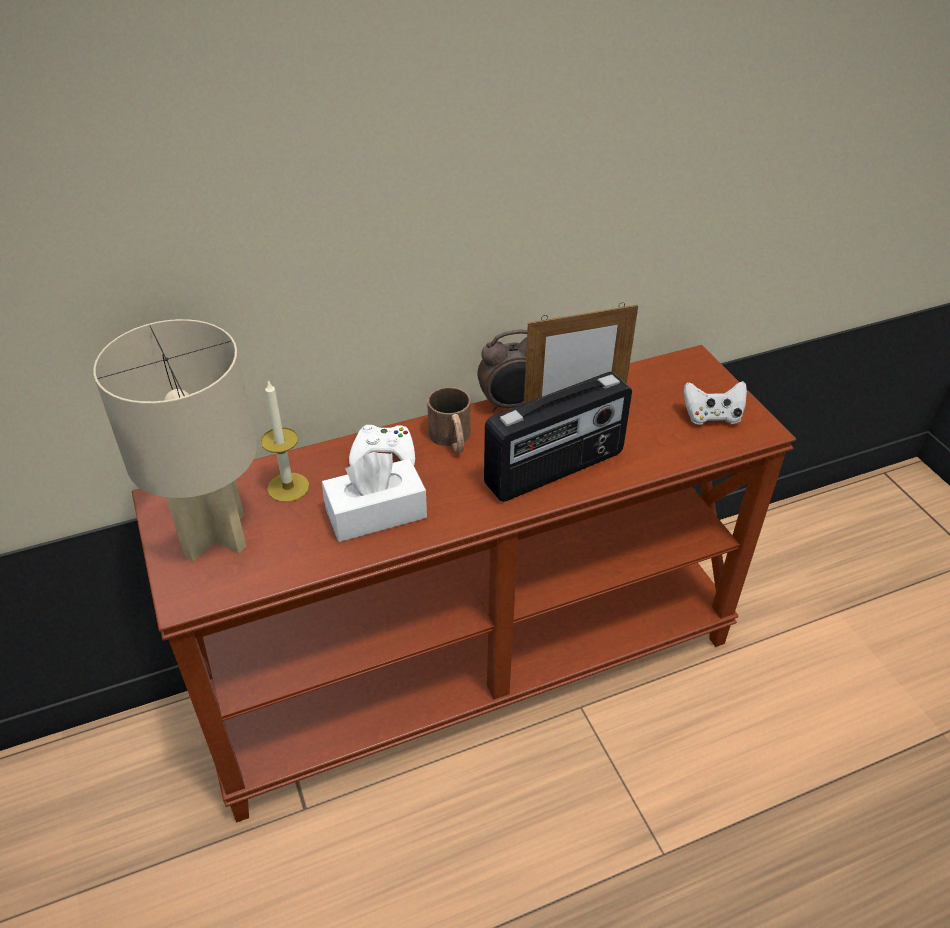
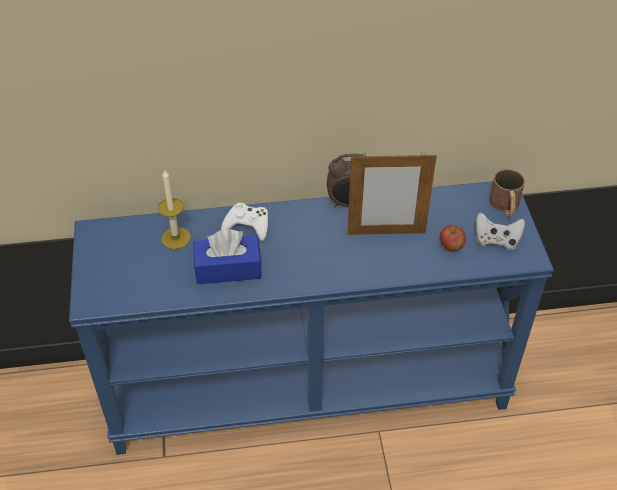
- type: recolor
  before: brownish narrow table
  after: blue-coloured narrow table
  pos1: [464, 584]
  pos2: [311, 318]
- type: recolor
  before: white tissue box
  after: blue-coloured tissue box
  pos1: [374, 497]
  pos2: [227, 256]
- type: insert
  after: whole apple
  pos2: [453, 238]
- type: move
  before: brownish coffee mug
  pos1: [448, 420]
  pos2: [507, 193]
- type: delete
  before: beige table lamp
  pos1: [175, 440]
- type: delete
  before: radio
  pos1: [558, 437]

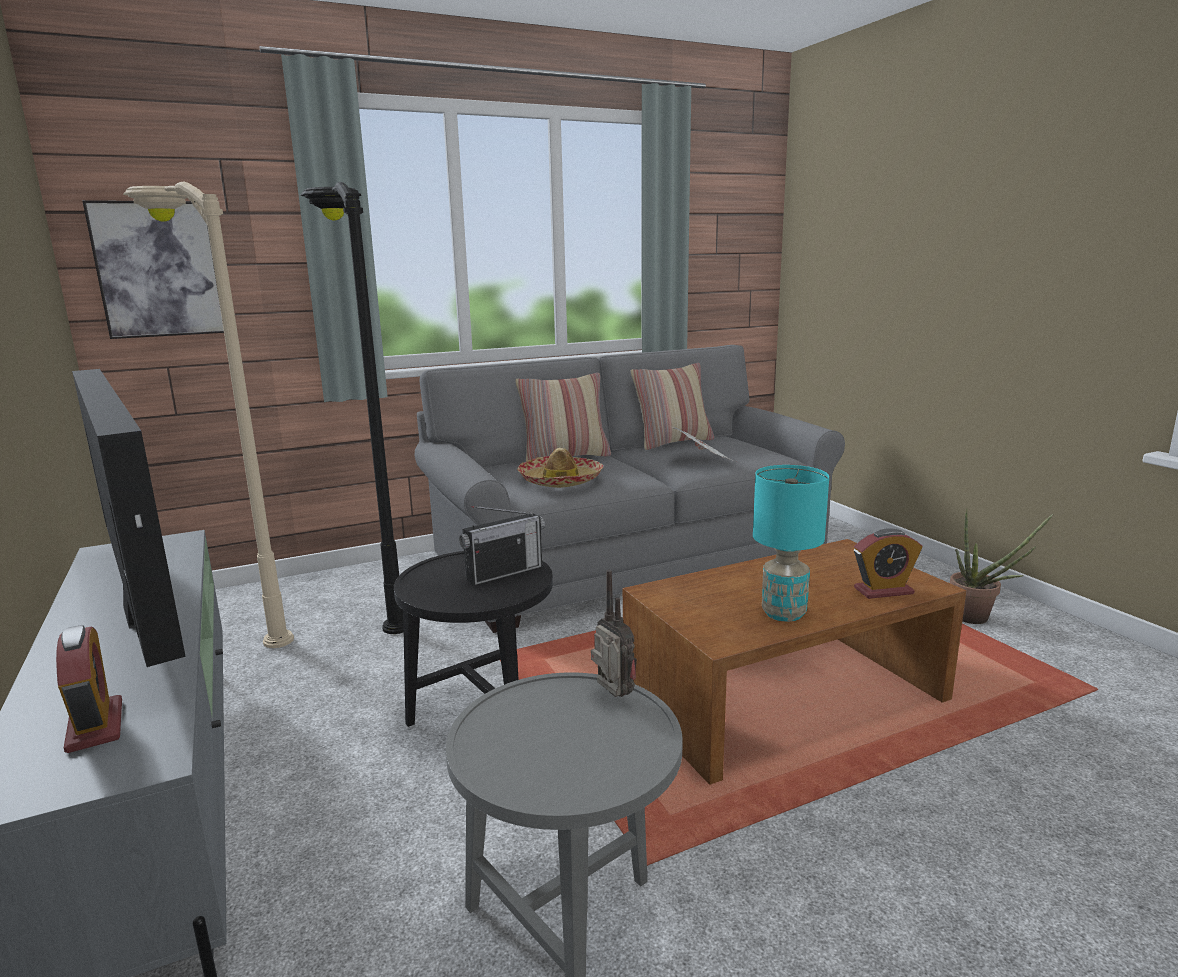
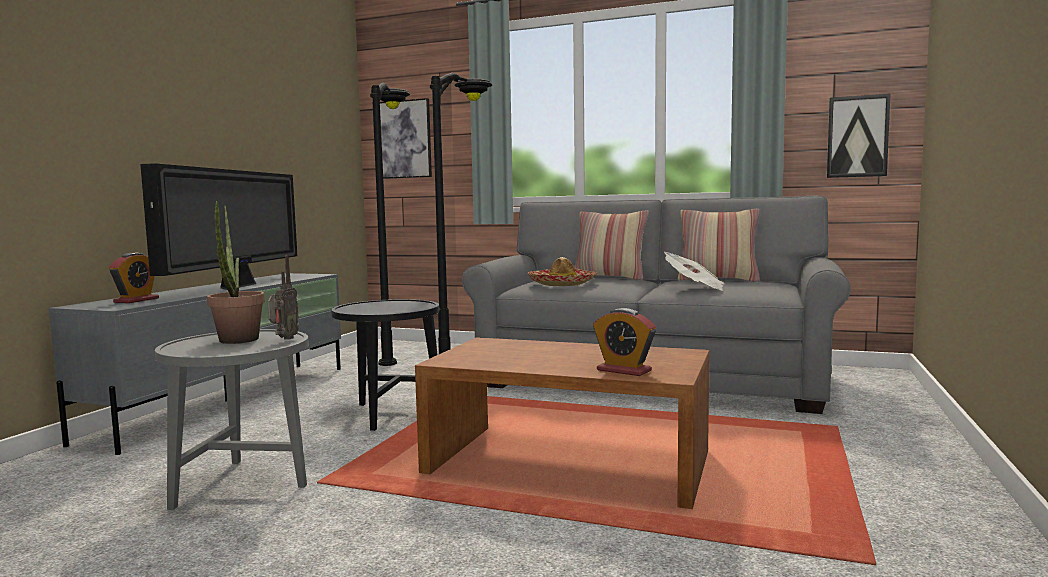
- type: move
  before: houseplant
  pos1: [1001, 566]
  pos2: [236, 272]
- type: recolor
  before: beige floor lamp
  after: black floor lamp
  pos1: [208, 414]
  pos2: [390, 224]
- type: insert
  after: picture
  pos2: [859, 136]
- type: delete
  before: radio
  pos1: [502, 546]
- type: delete
  before: turquoise table lamp
  pos1: [791, 543]

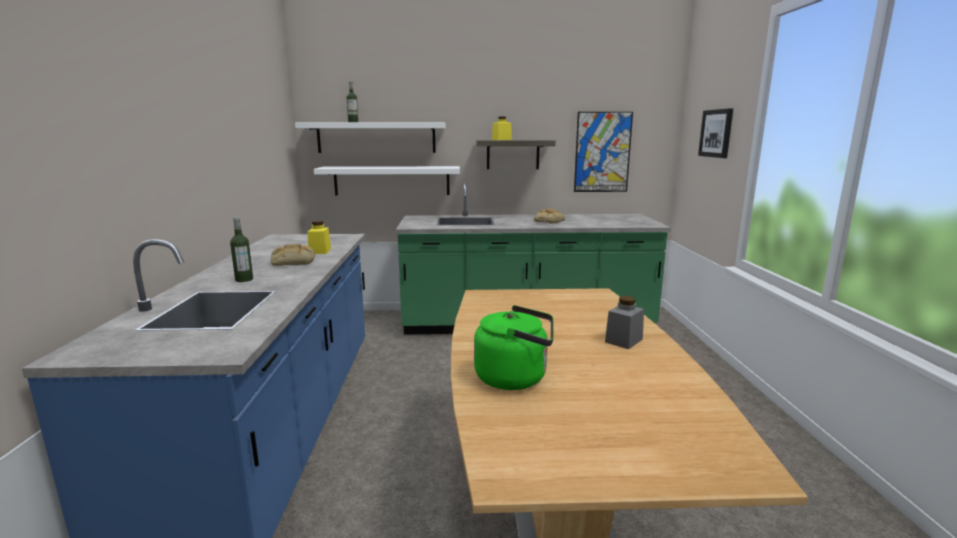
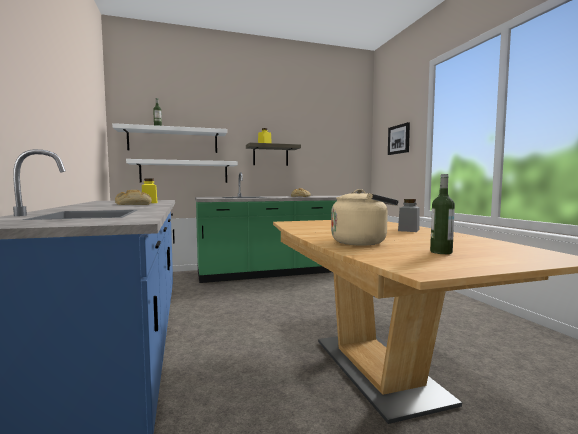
- type: recolor
  before: green water kettle
  after: beige water kettle
  pos1: [514, 347]
  pos2: [364, 217]
- type: move
  before: bottle
  pos1: [241, 249]
  pos2: [442, 214]
- type: delete
  before: picture
  pos1: [603, 152]

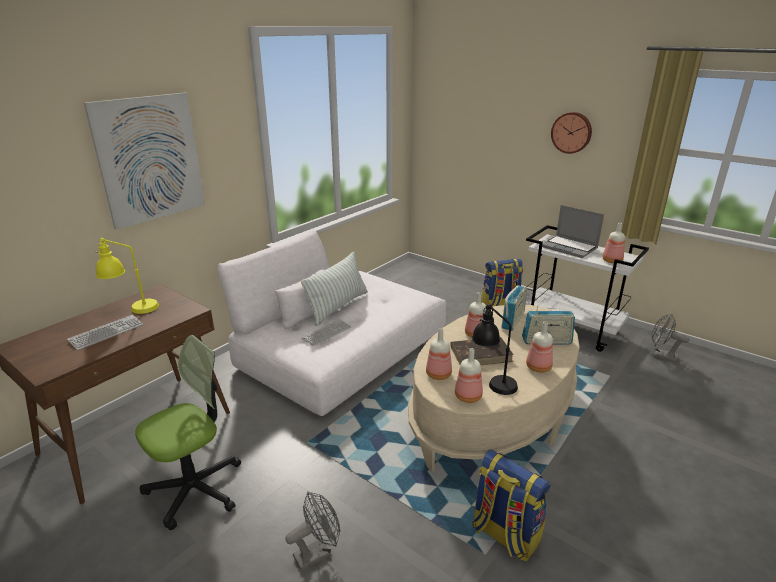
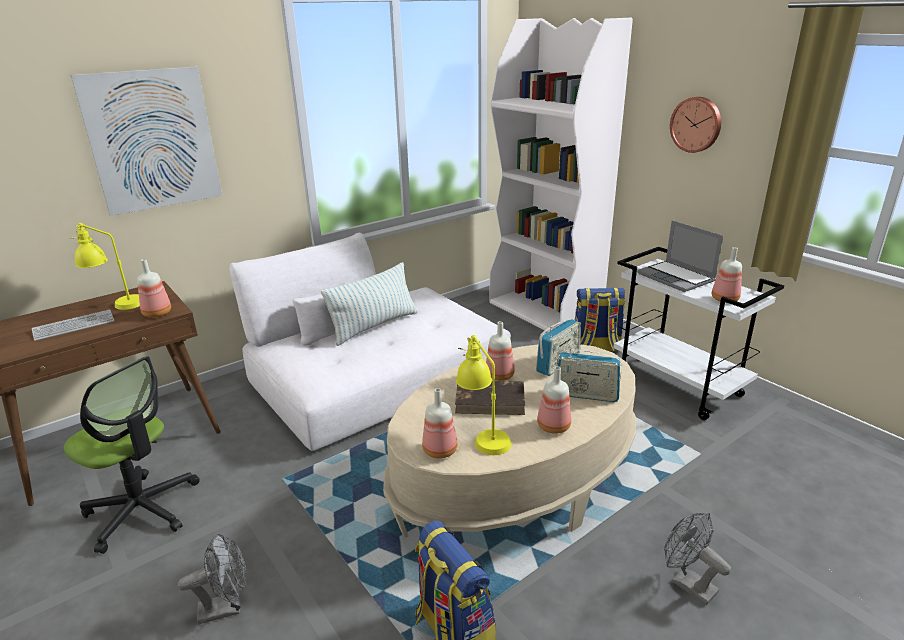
- type: rotate
  before: computer chair
  pos1: [188, 432]
  pos2: [132, 455]
  turn: 60
- type: move
  before: bottle
  pos1: [439, 354]
  pos2: [154, 288]
- type: recolor
  before: black table lamp
  after: yellow-coloured table lamp
  pos1: [495, 349]
  pos2: [483, 395]
- type: insert
  after: white bookcase
  pos2: [561, 175]
- type: move
  before: greyish electric fan
  pos1: [670, 338]
  pos2: [697, 558]
- type: delete
  before: keyboard
  pos1: [326, 332]

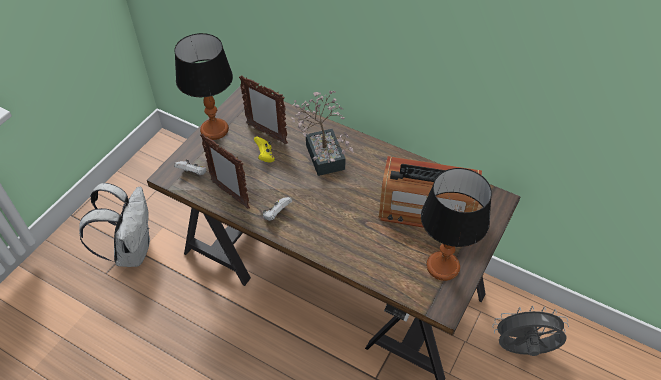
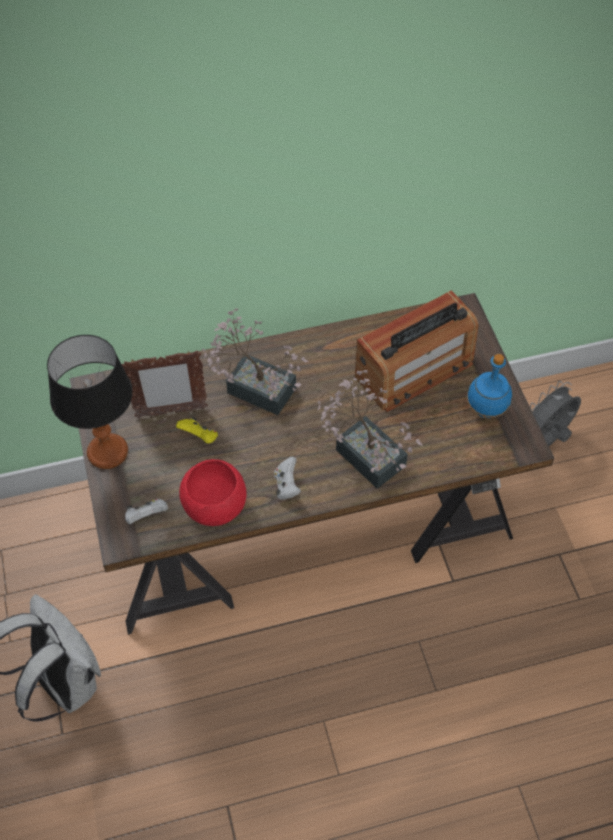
- type: replace
  before: photo frame
  after: red-coloured serving bowl
  pos1: [225, 171]
  pos2: [213, 492]
- type: insert
  after: houseplant
  pos2: [370, 429]
- type: replace
  before: table lamp
  after: blue-coloured bottle
  pos1: [456, 224]
  pos2: [489, 386]

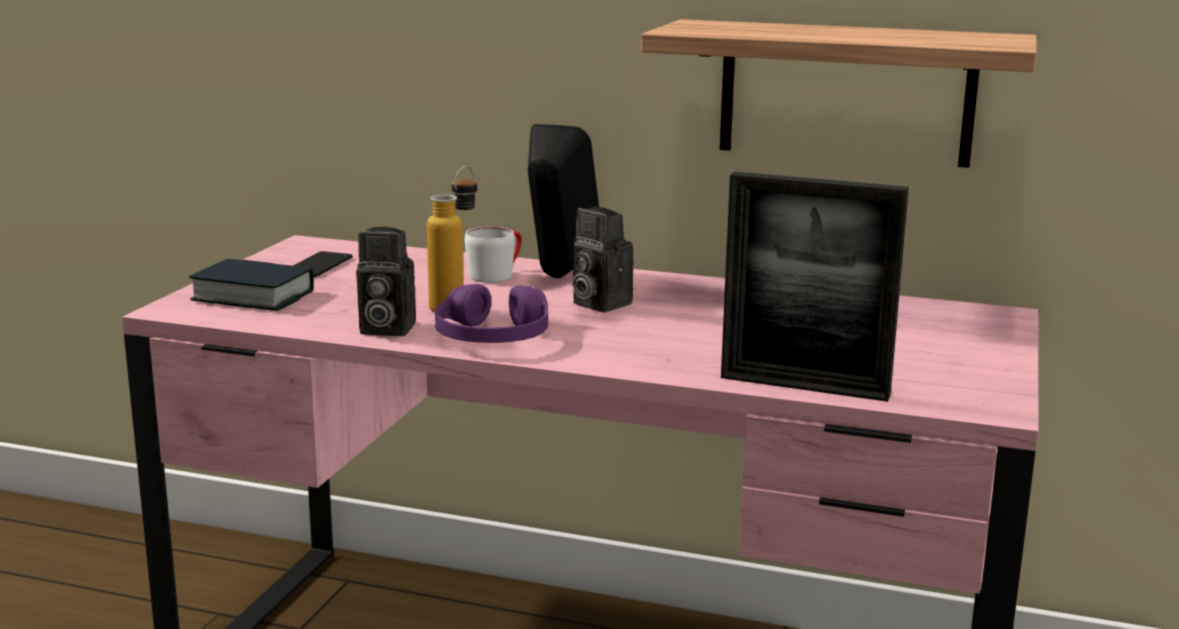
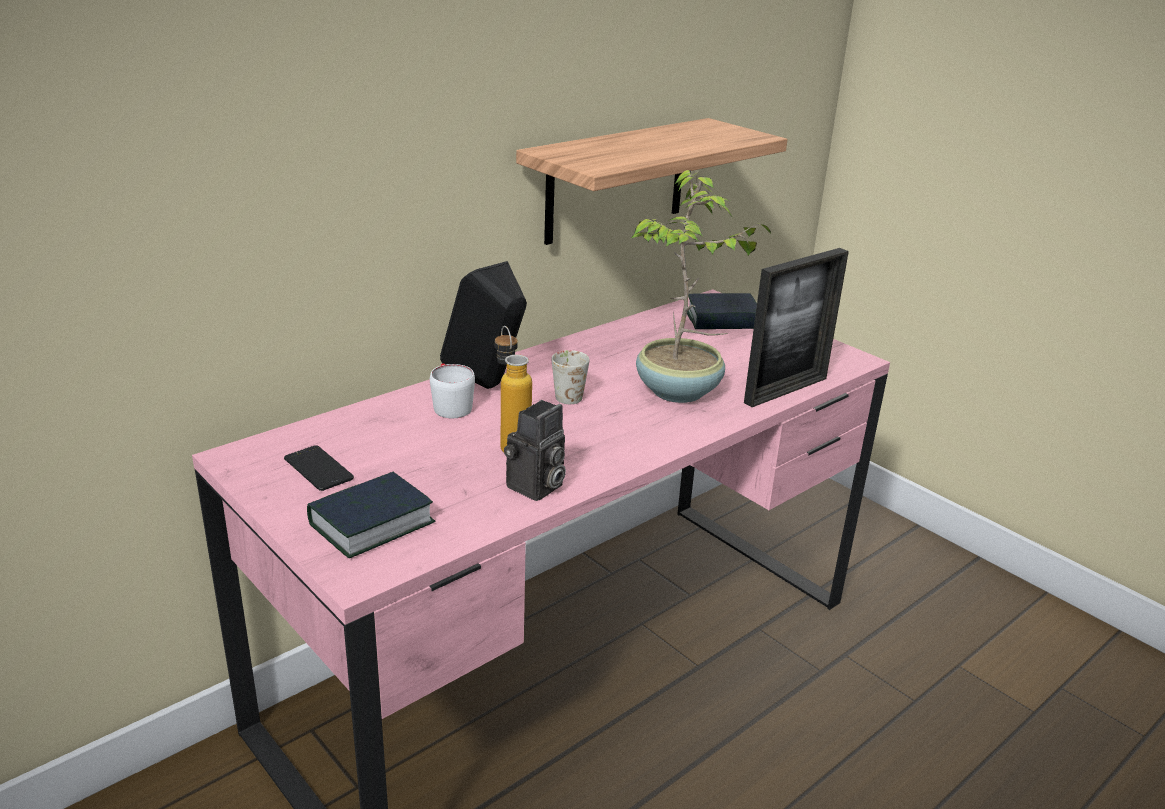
- type: replace
  before: photo camera
  after: white coffee mug
  pos1: [603, 259]
  pos2: [570, 377]
- type: insert
  after: houseplant
  pos2: [701, 286]
- type: insert
  after: book
  pos2: [722, 311]
- type: delete
  before: purple-coloured headphones
  pos1: [491, 313]

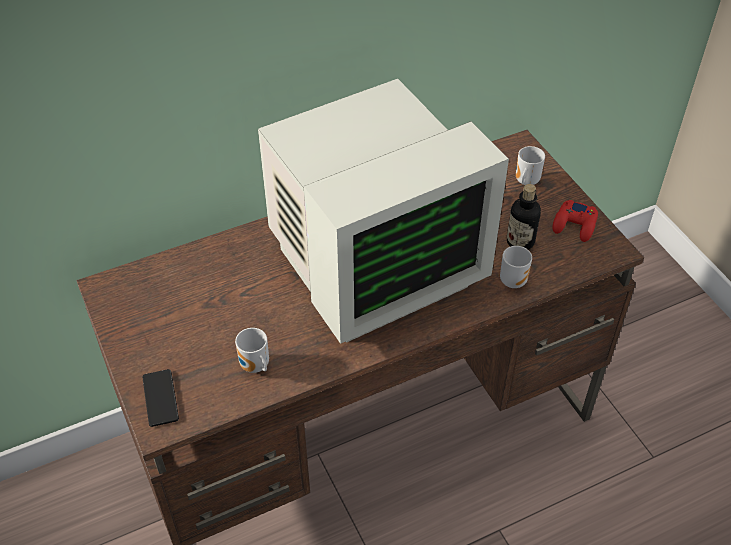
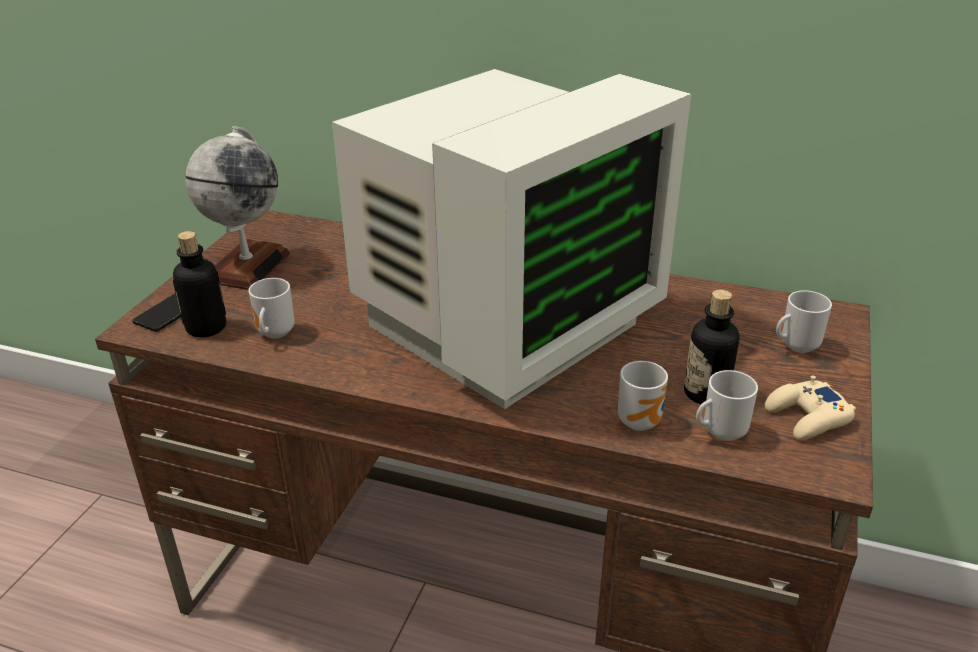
- type: insert
  after: bottle
  pos2: [199, 284]
- type: insert
  after: globe
  pos2: [237, 208]
- type: rotate
  before: computer display
  pos1: [383, 211]
  pos2: [511, 239]
  turn: -60
- type: insert
  after: coffee mug
  pos2: [727, 405]
- type: recolor
  before: red-coloured joypad
  after: beige joypad
  pos1: [575, 221]
  pos2: [810, 407]

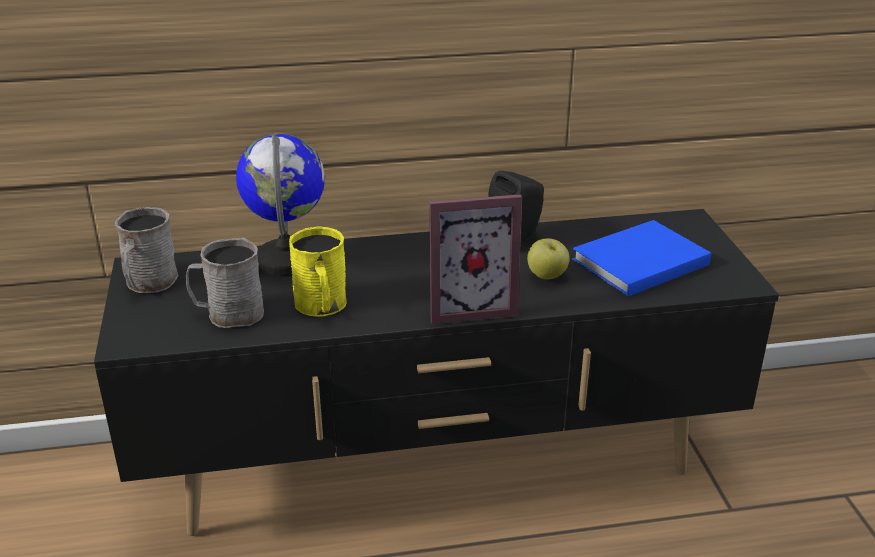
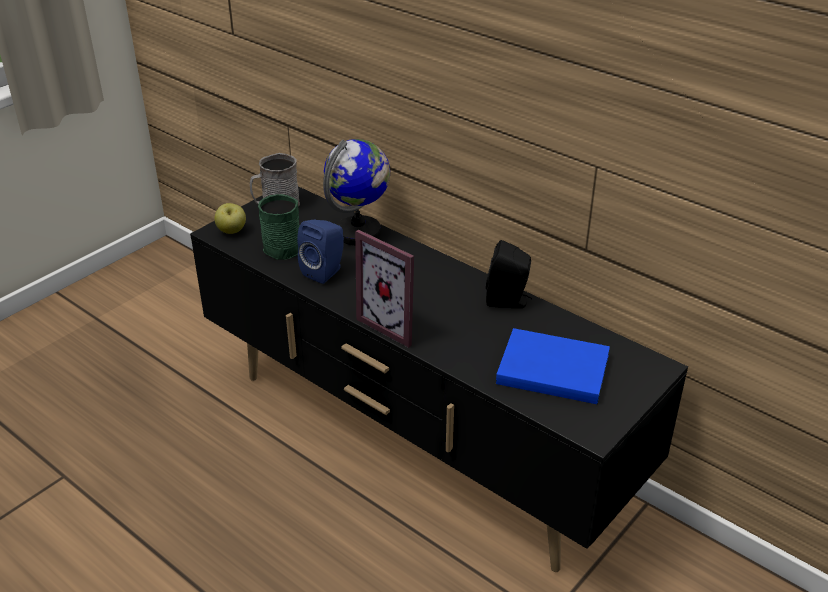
- type: move
  before: whole apple
  pos1: [548, 258]
  pos2: [230, 218]
- type: recolor
  before: greyish coffee mug
  after: green coffee mug
  pos1: [225, 283]
  pos2: [278, 227]
- type: replace
  before: yellow-coloured coffee mug
  after: blue-coloured loudspeaker
  pos1: [318, 271]
  pos2: [320, 252]

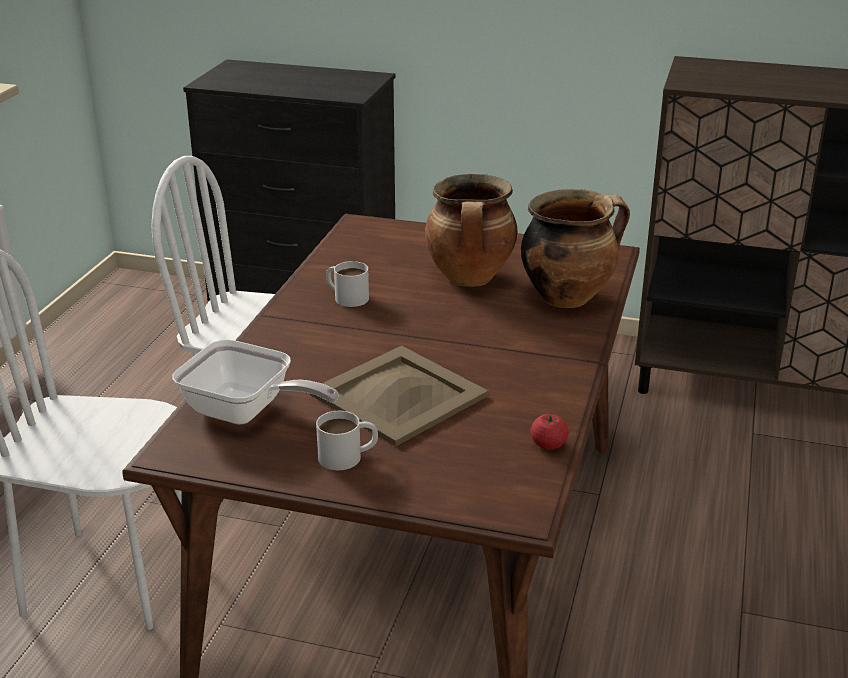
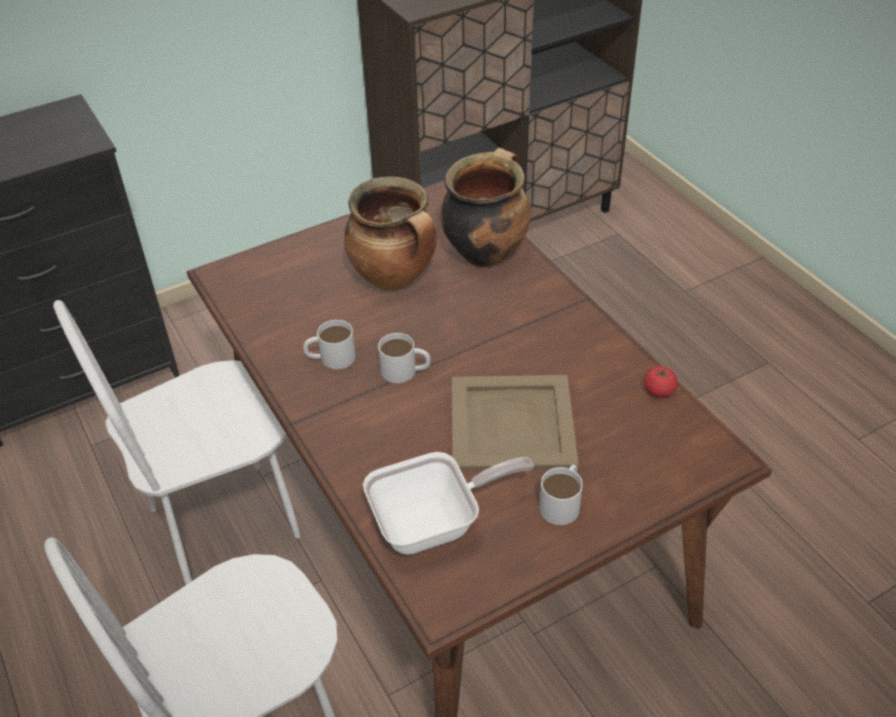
- type: insert
  after: white coffee mug
  pos2: [404, 358]

